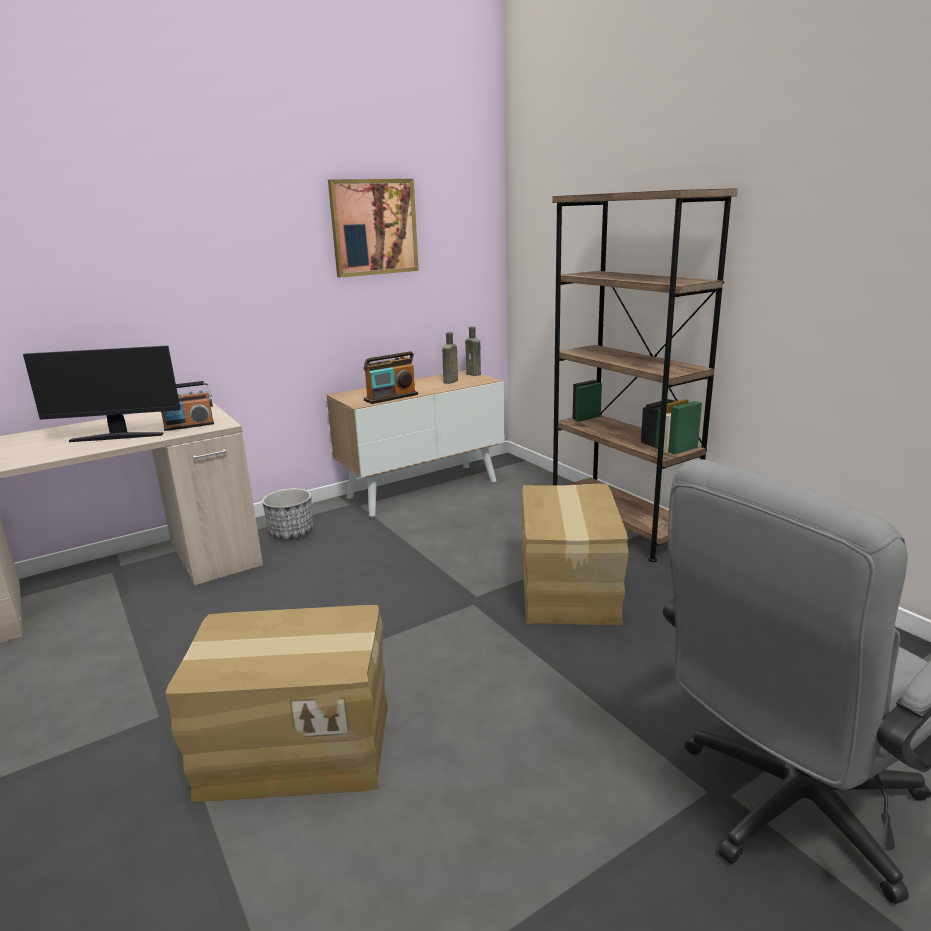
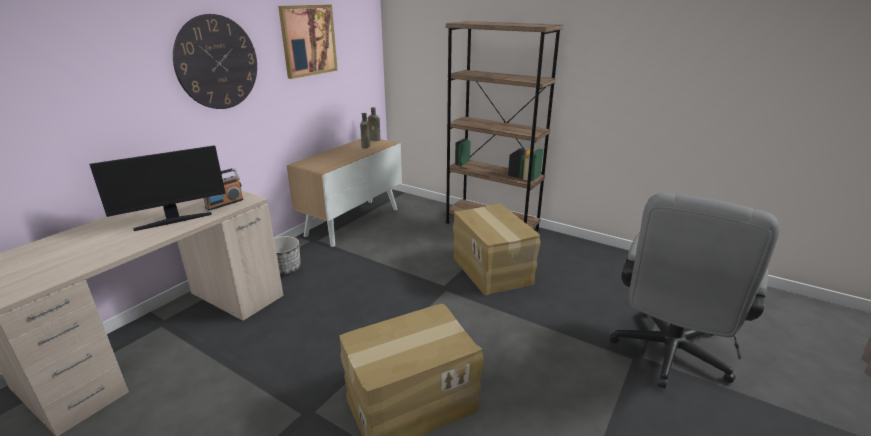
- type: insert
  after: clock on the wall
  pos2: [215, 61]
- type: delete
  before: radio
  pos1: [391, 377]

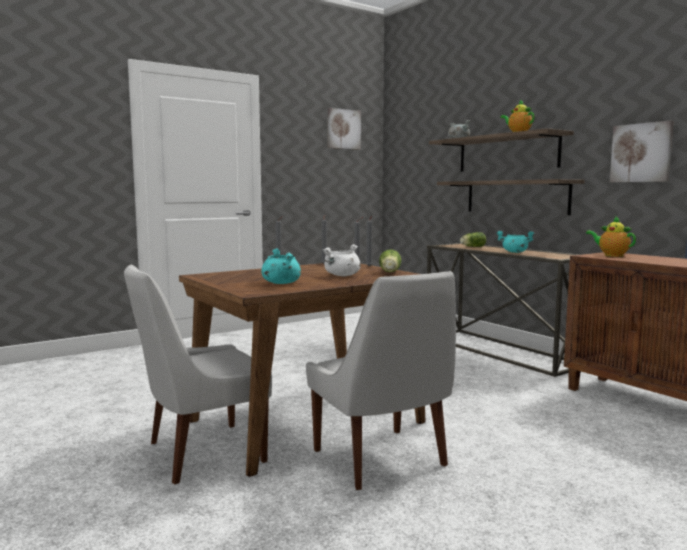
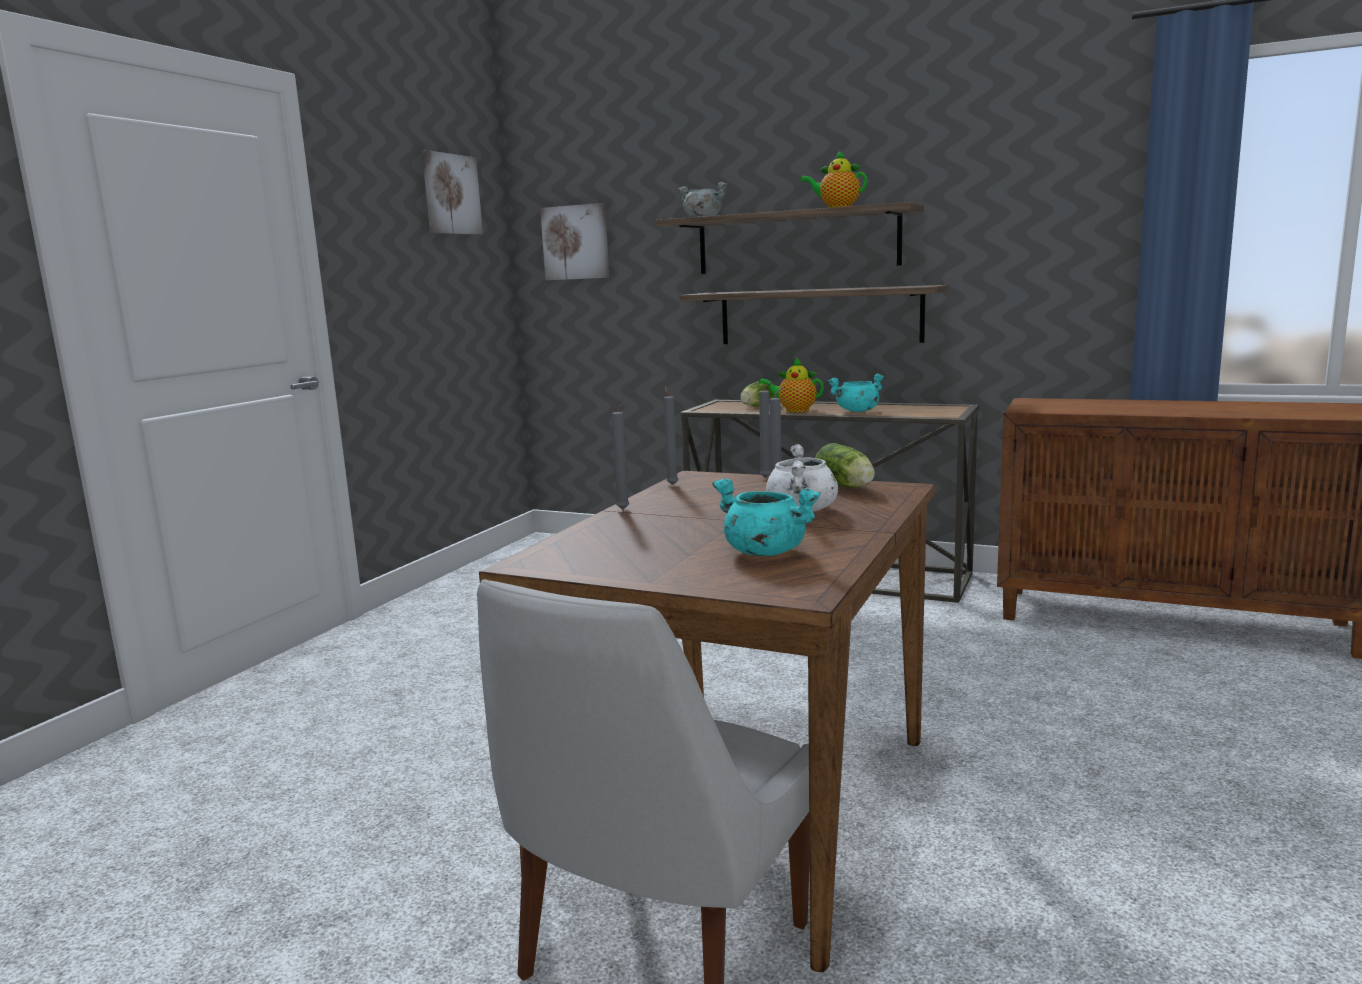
- type: move
  before: picture
  pos1: [642, 151]
  pos2: [574, 241]
- type: move
  before: teapot
  pos1: [611, 237]
  pos2: [791, 385]
- type: delete
  before: white upright chair
  pos1: [381, 380]

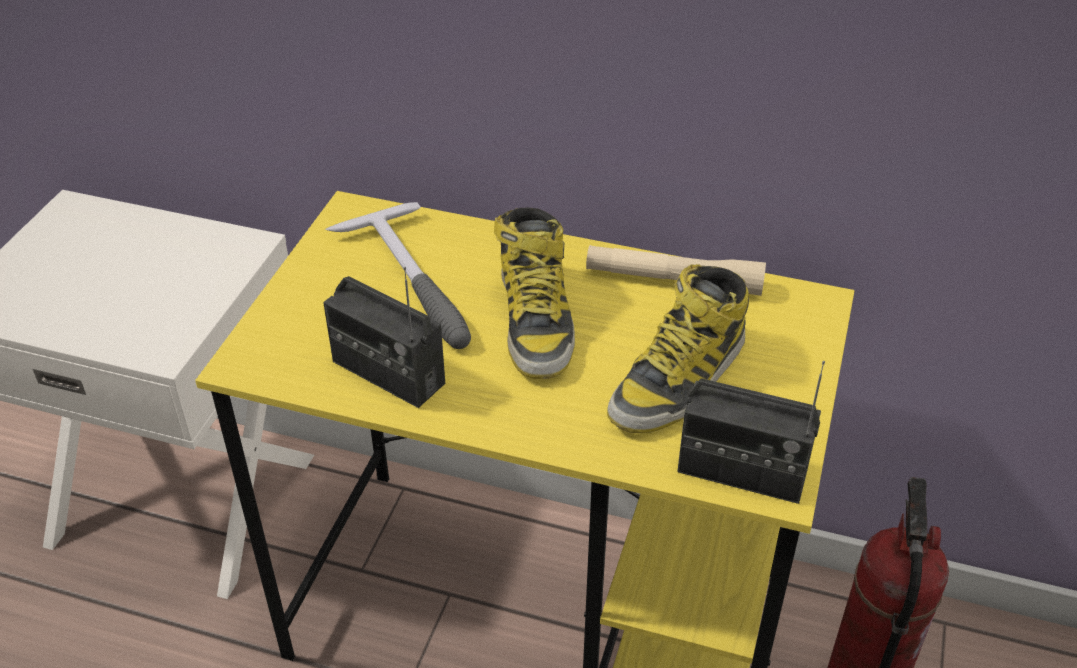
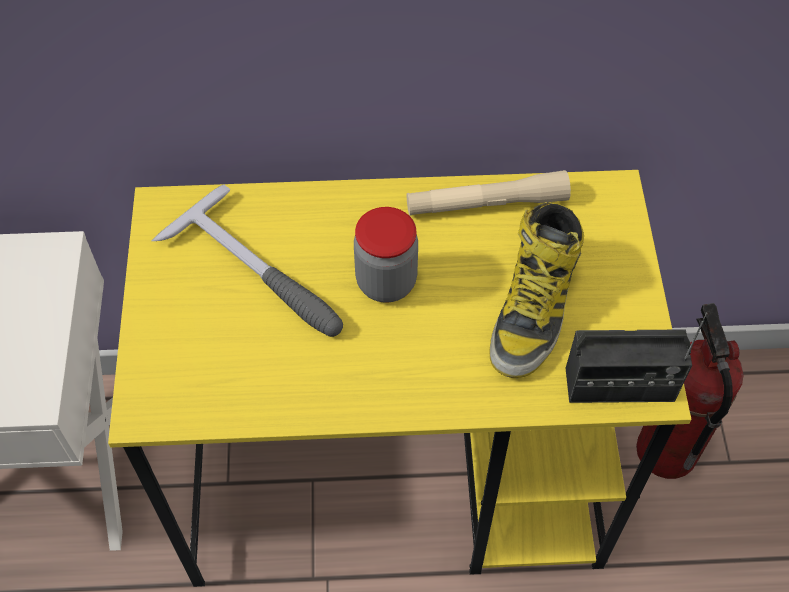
- type: replace
  before: high-top boot
  after: preserve jar
  pos1: [534, 293]
  pos2: [386, 254]
- type: delete
  before: radio
  pos1: [384, 337]

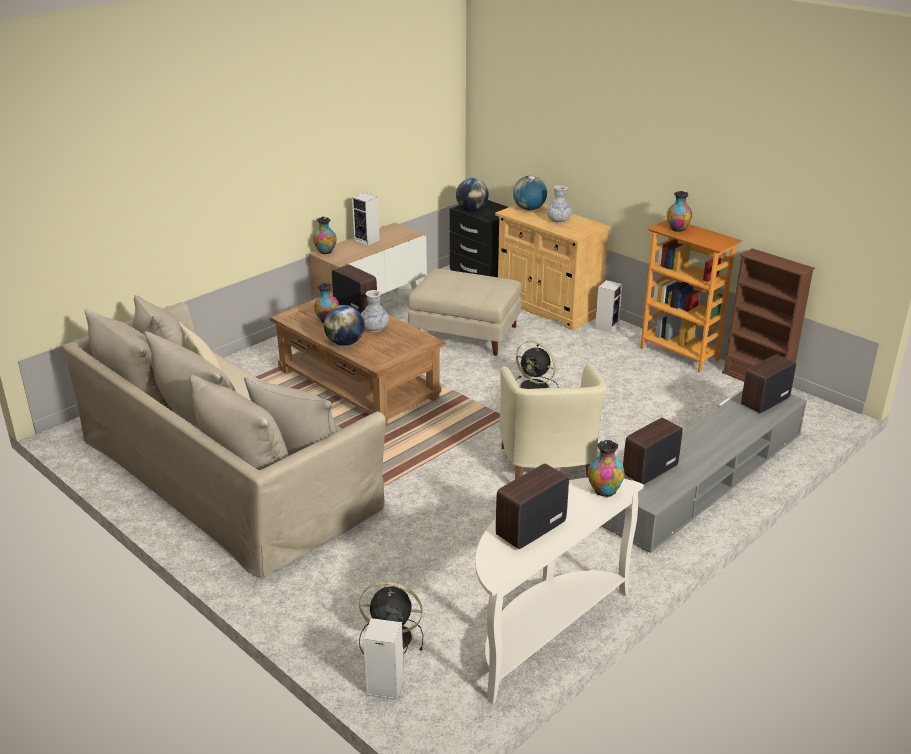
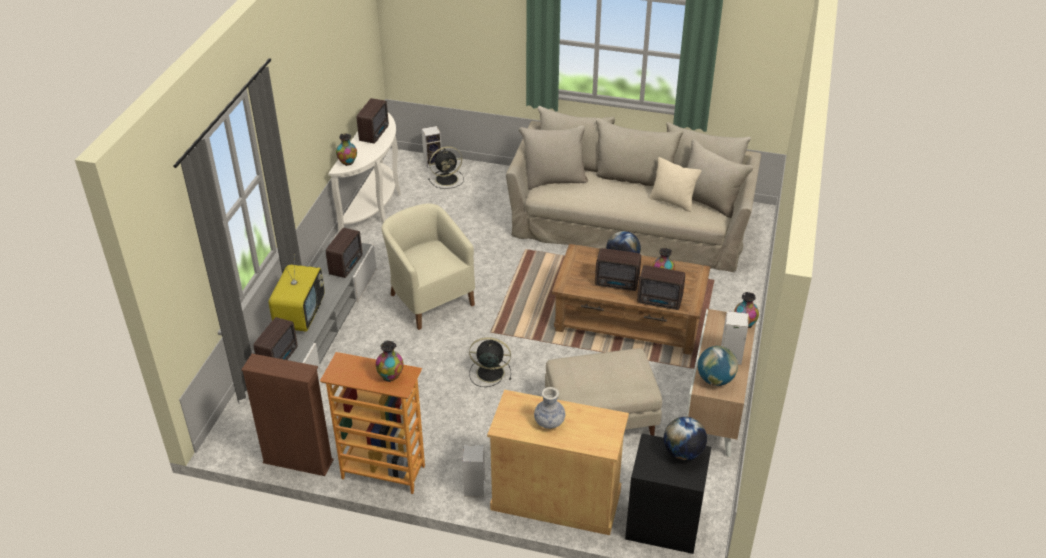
- type: insert
  after: television
  pos2: [296, 293]
- type: replace
  before: flower vase
  after: radio
  pos1: [375, 311]
  pos2: [618, 269]
- type: move
  before: globe
  pos1: [530, 193]
  pos2: [718, 366]

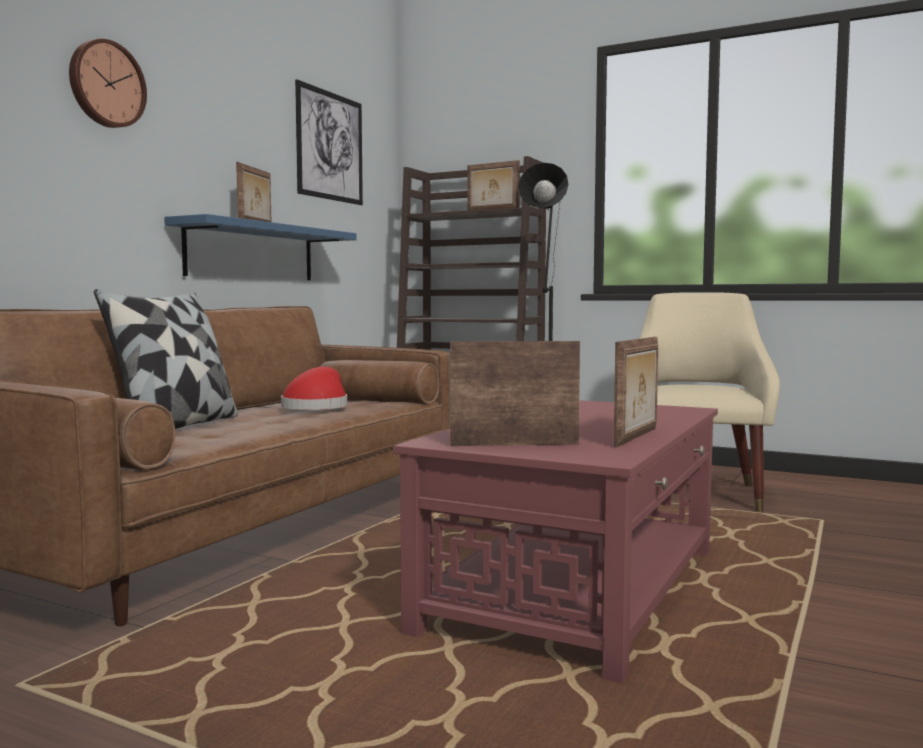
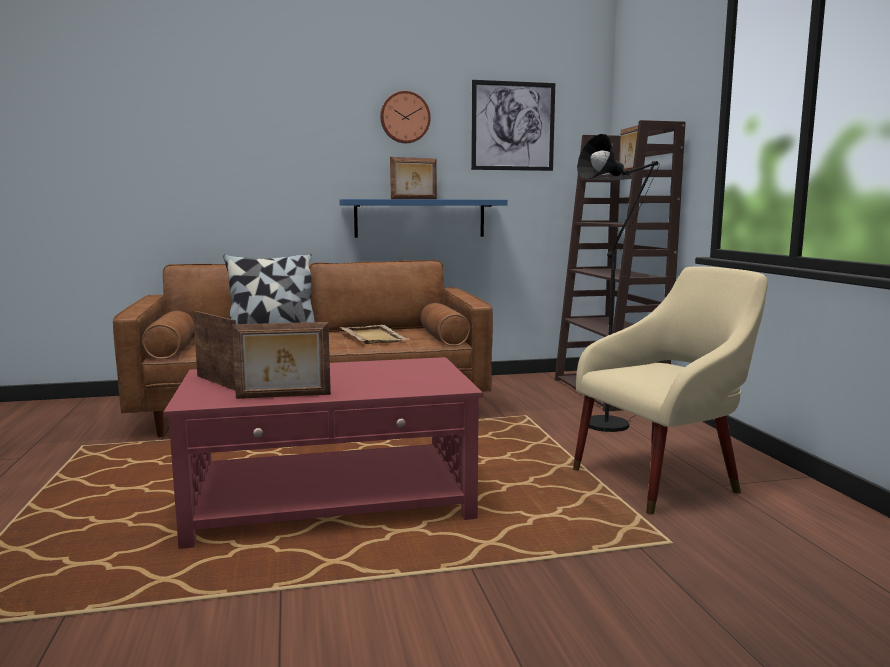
- type: replace
  before: red-coloured clothing hat
  after: beige carrying tray
  pos1: [314, 388]
  pos2: [374, 334]
- type: move
  before: clock on the wall
  pos1: [108, 83]
  pos2: [405, 117]

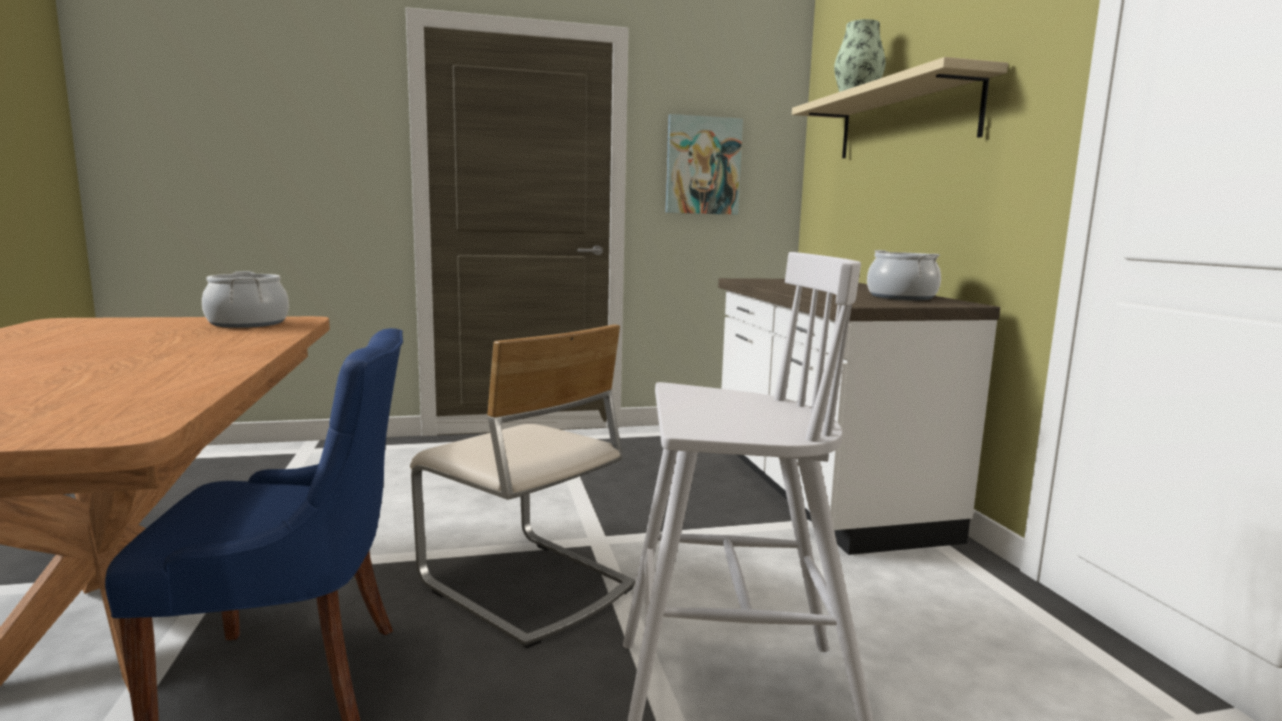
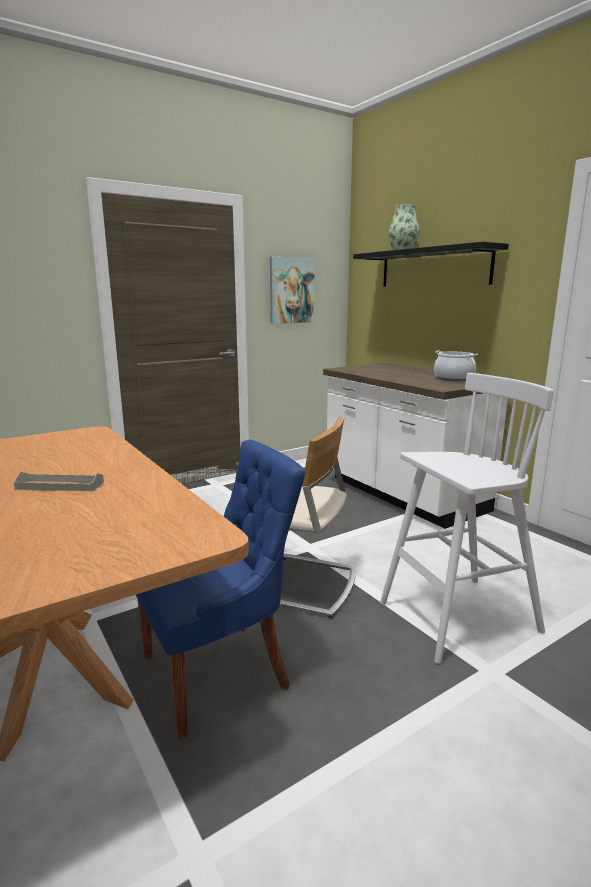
- type: insert
  after: greyish carrying tray
  pos2: [59, 481]
- type: recolor
  before: beige wall shelf
  after: black wall shelf
  pos1: [900, 107]
  pos2: [431, 264]
- type: delete
  before: stockpot
  pos1: [245, 299]

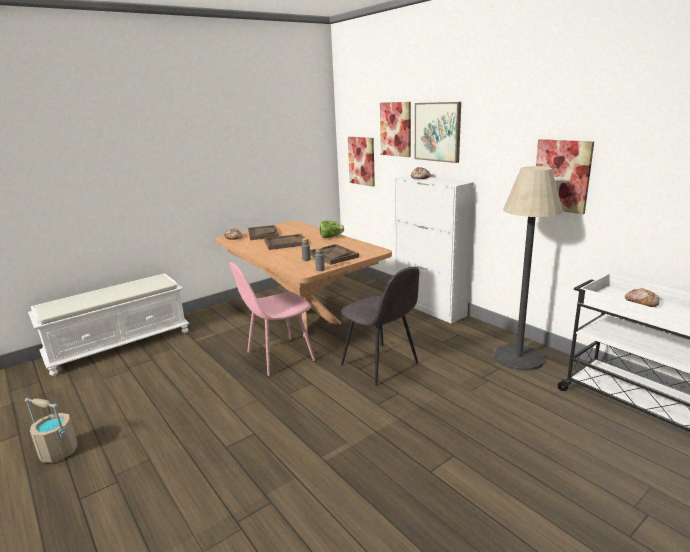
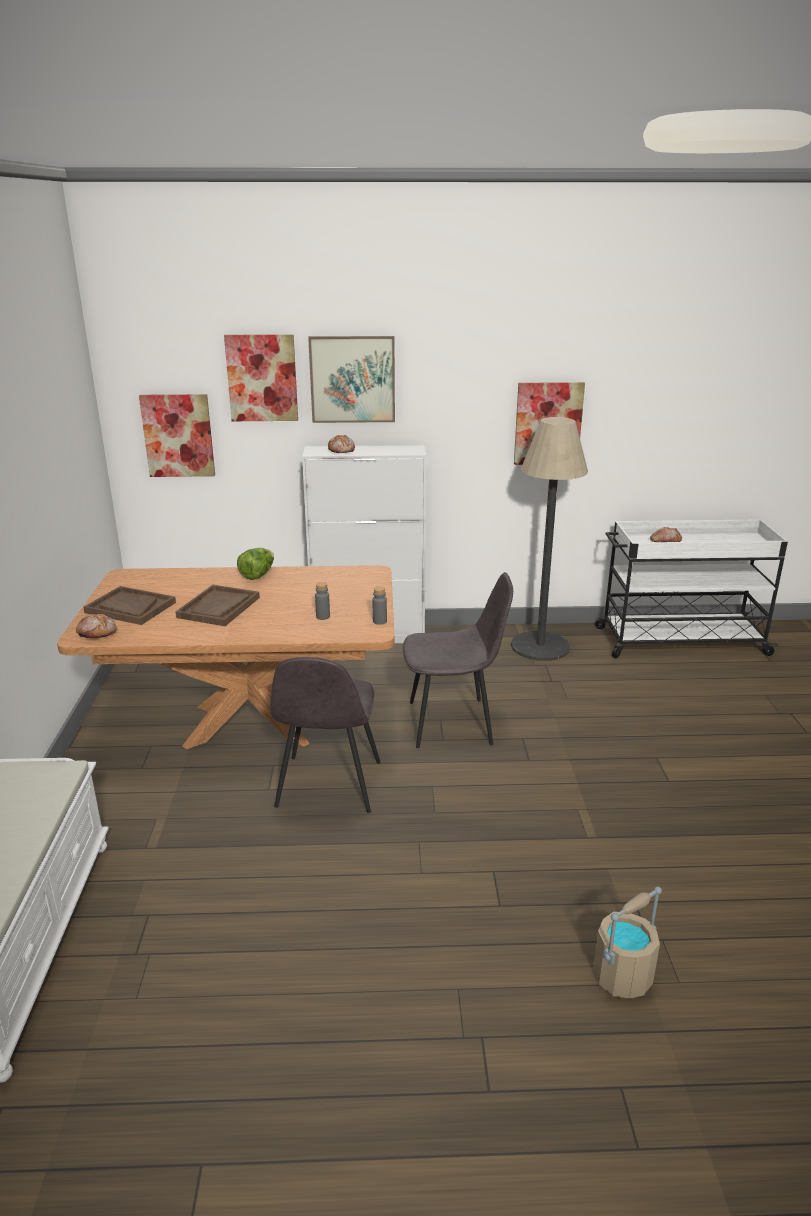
- type: recolor
  before: pink upright chair
  after: greyish upright chair
  pos1: [272, 319]
  pos2: [325, 735]
- type: move
  before: beige water bucket
  pos1: [51, 430]
  pos2: [627, 943]
- type: delete
  before: brownish carrying tray
  pos1: [334, 254]

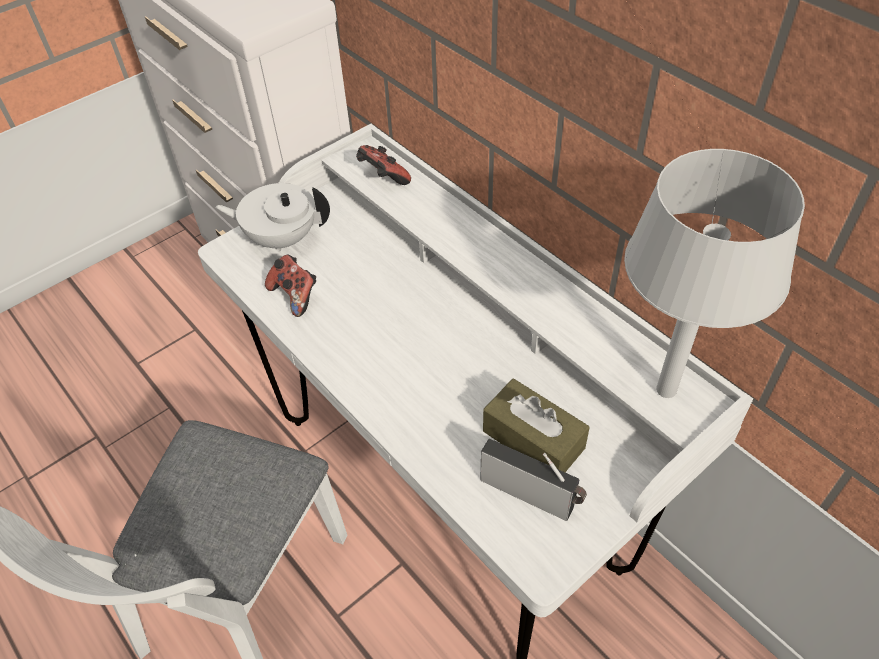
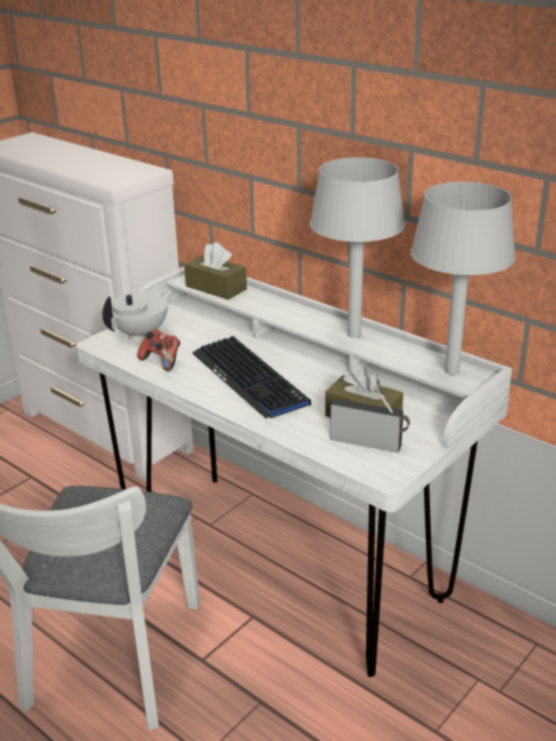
- type: rotate
  before: white teapot
  pos1: [272, 217]
  pos2: [137, 314]
  turn: 135
- type: replace
  before: joypad
  after: brownish tissue box
  pos1: [383, 165]
  pos2: [215, 271]
- type: insert
  after: keyboard
  pos2: [251, 377]
- type: insert
  after: greyish table lamp
  pos2: [357, 247]

